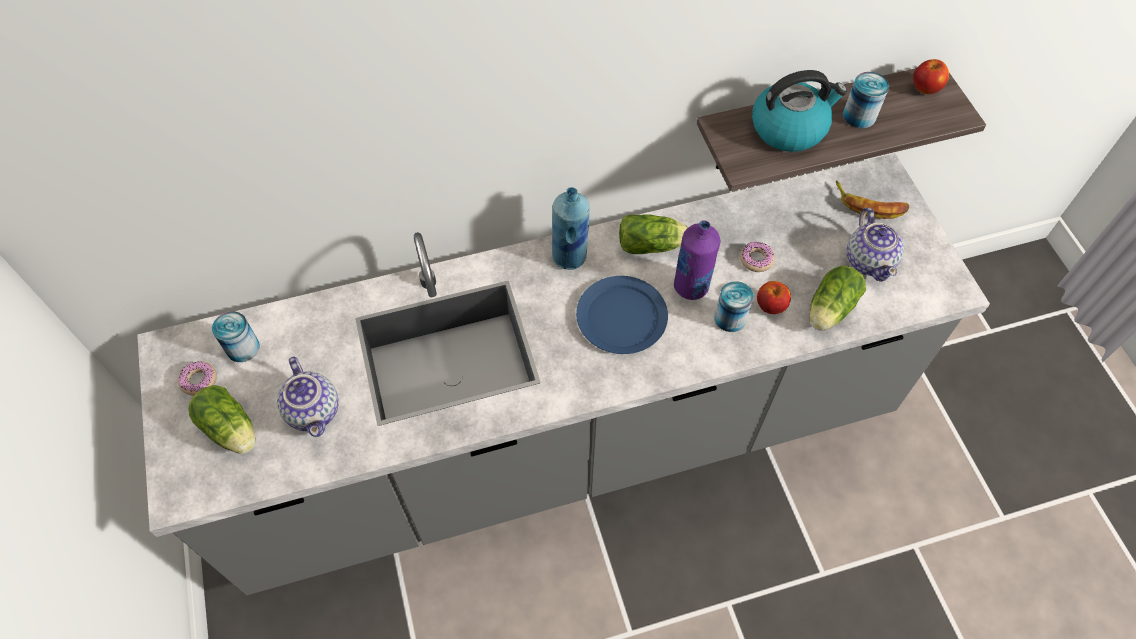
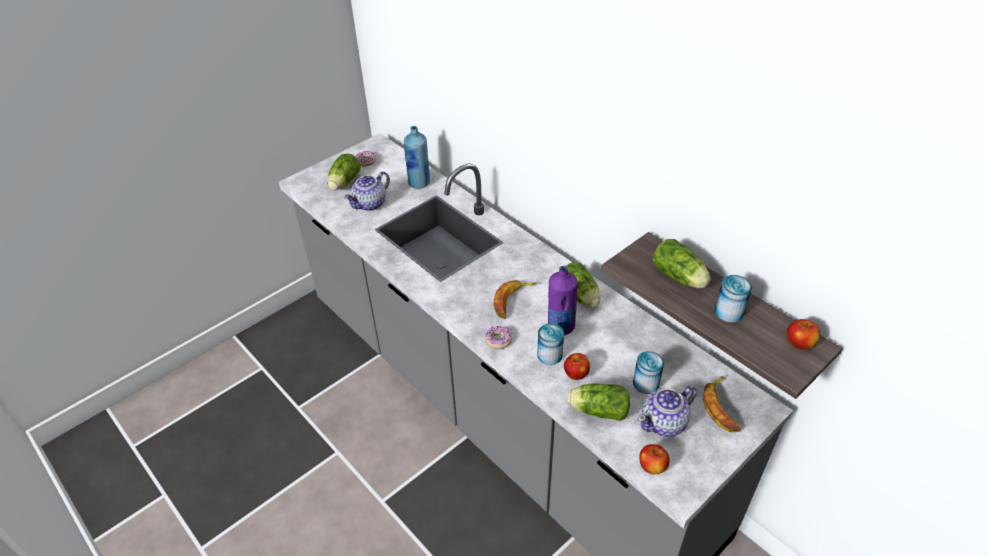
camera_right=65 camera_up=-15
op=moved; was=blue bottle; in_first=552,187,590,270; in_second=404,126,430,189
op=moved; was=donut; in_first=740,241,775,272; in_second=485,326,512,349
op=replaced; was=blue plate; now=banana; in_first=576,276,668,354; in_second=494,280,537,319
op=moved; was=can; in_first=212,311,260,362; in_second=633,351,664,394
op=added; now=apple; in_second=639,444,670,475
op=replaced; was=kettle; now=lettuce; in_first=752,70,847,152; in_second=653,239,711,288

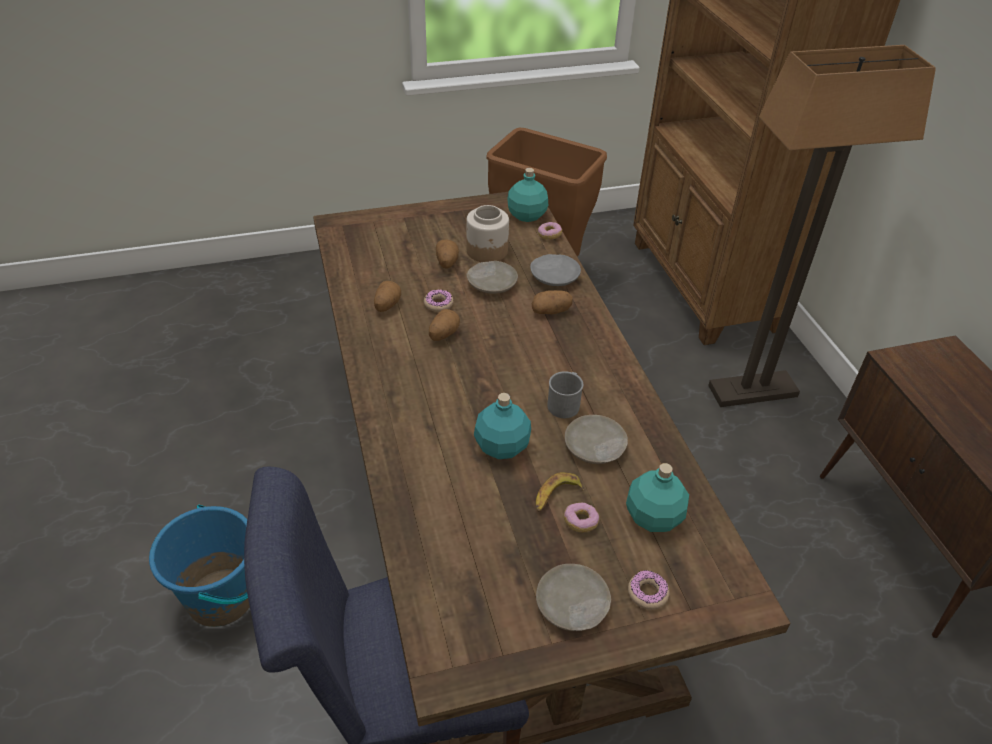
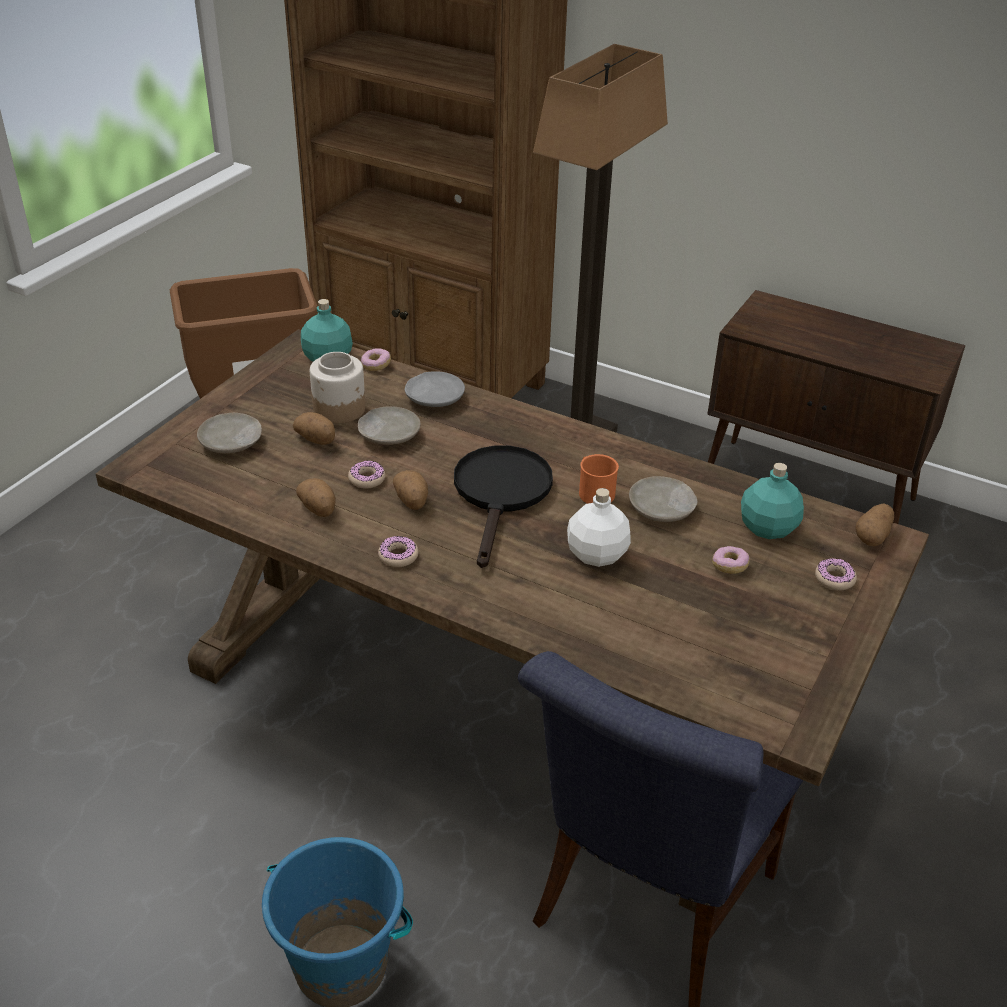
camera_right=-45 camera_up=-5
op=moved; was=beige plate; in_first=536,564,611,631; in_second=197,413,262,454
op=added; now=donut; in_second=378,536,418,567
op=added; now=black frying pan; in_second=454,445,553,568
op=recoloured; was=turquoise bottle; now=white bottle; in_first=474,393,531,459; in_second=567,488,631,567
op=recoloured; was=grey mug; now=orange mug; in_first=547,371,583,418; in_second=579,454,619,504
op=moved; was=potato; in_first=532,290,573,314; in_second=855,503,894,546
op=removed; was=banana; in_first=536,472,584,512

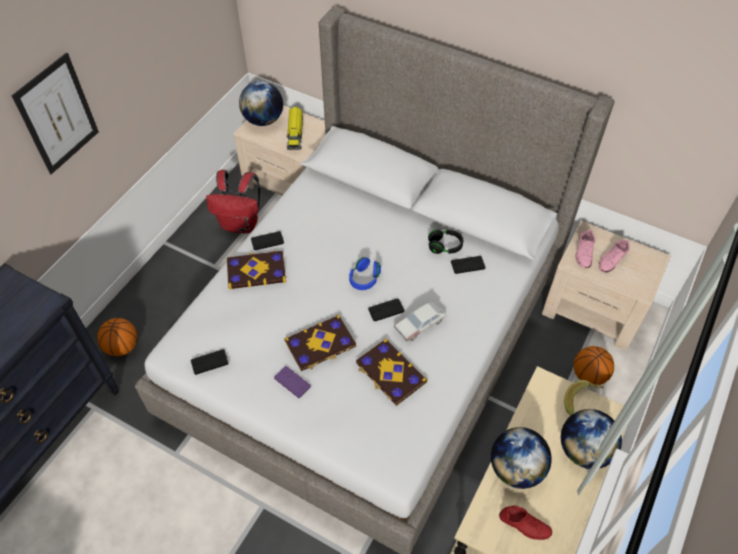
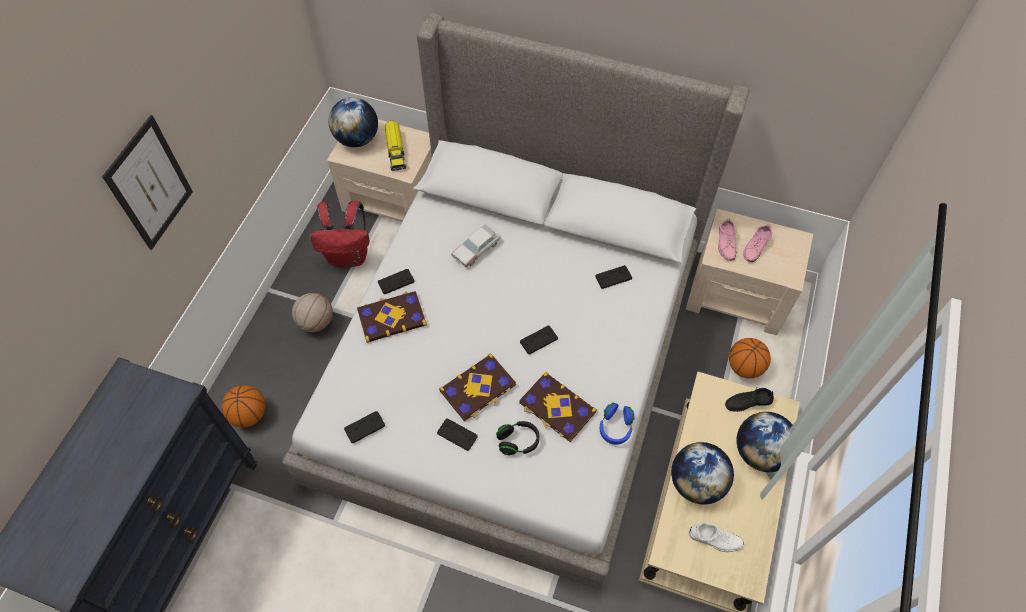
camera_right=-10 camera_up=5
op=added; now=basketball; in_second=292,293,333,333
op=recoloured; was=purple game controller; now=black game controller; in_first=274,366,311,398; in_second=437,418,478,451
op=moved; was=toy car; in_first=394,300,446,342; in_second=451,225,501,268
op=moved; was=black headphones; in_first=428,229,463,254; in_second=496,421,539,455
op=moved; was=blue headphones; in_first=349,257,381,290; in_second=600,403,635,445
op=recoloured; was=red shoe; now=white shoe; in_first=499,505,552,540; in_second=689,522,744,552
op=replaced; was=banana; now=black shoe; in_first=564,380,604,415; in_second=725,388,774,412

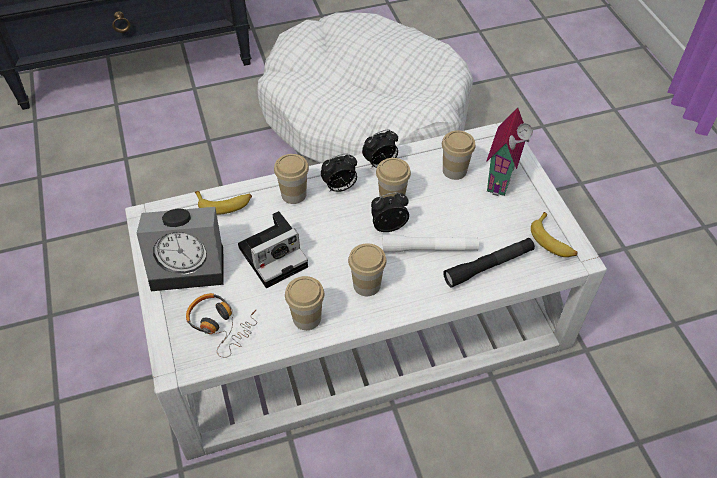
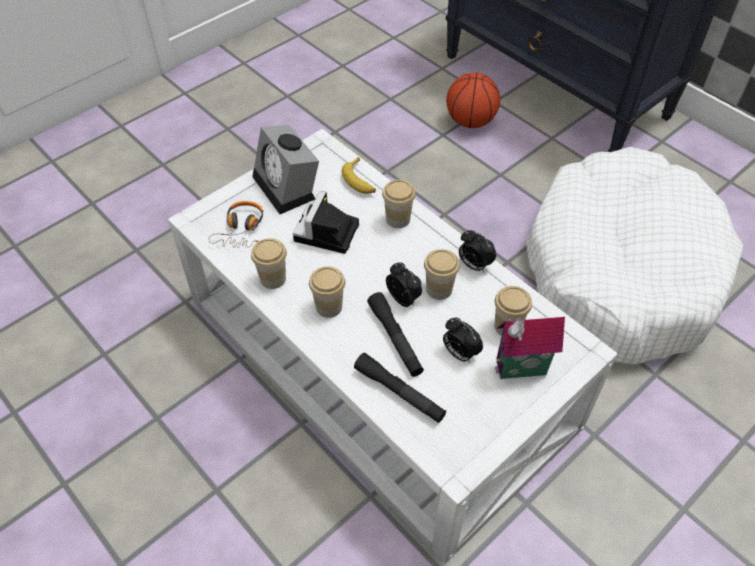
camera_right=65 camera_up=0
op=turned; was=photo camera; in_first=238,211,308,288; in_second=293,191,359,254; clockwise=75
op=recoloured; was=white flashlight; now=black flashlight; in_first=382,234,479,252; in_second=367,292,424,377
op=moved; was=alarm clock; in_first=321,154,357,192; in_second=443,318,483,363
op=added; now=basketball; in_second=446,73,501,128
op=removed; was=banana; in_first=531,212,577,257

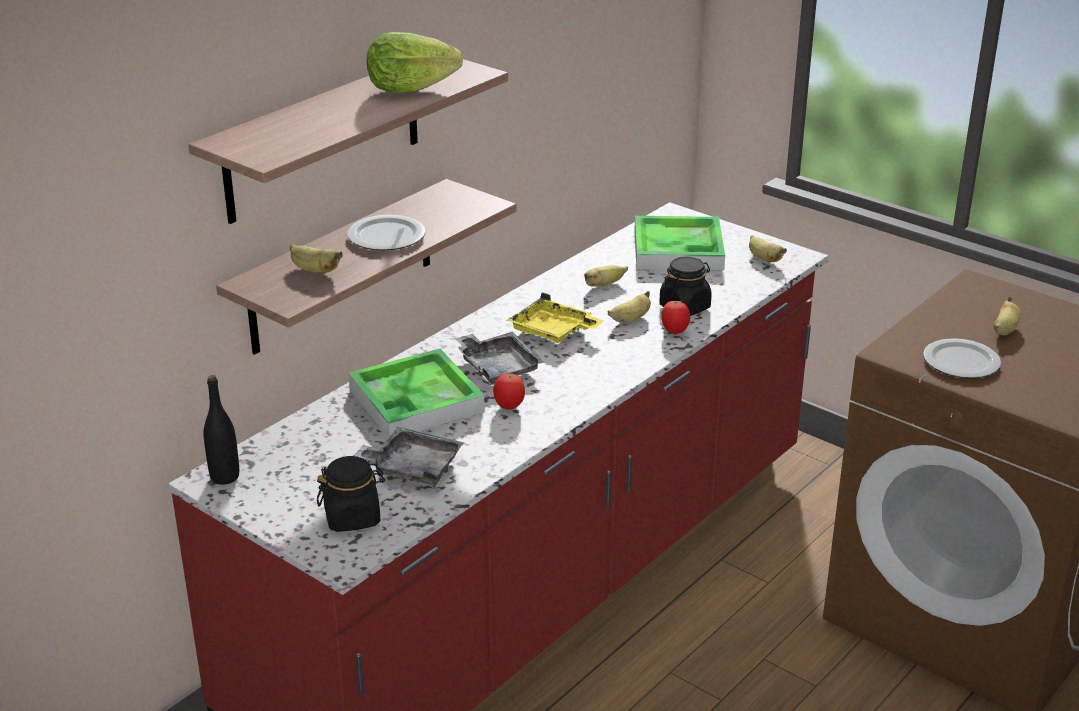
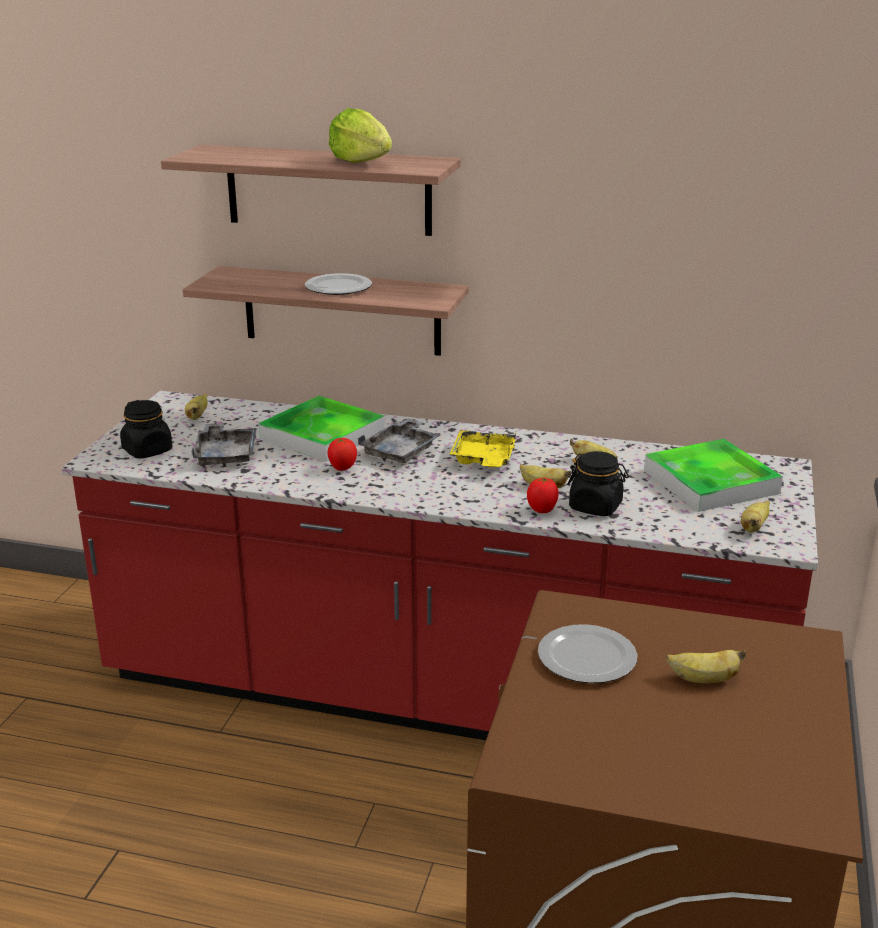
camera_right=65 camera_up=-5
op=moved; was=banana; in_first=290,244,343,273; in_second=185,394,208,420
op=removed; was=black bottle; in_first=204,375,239,485

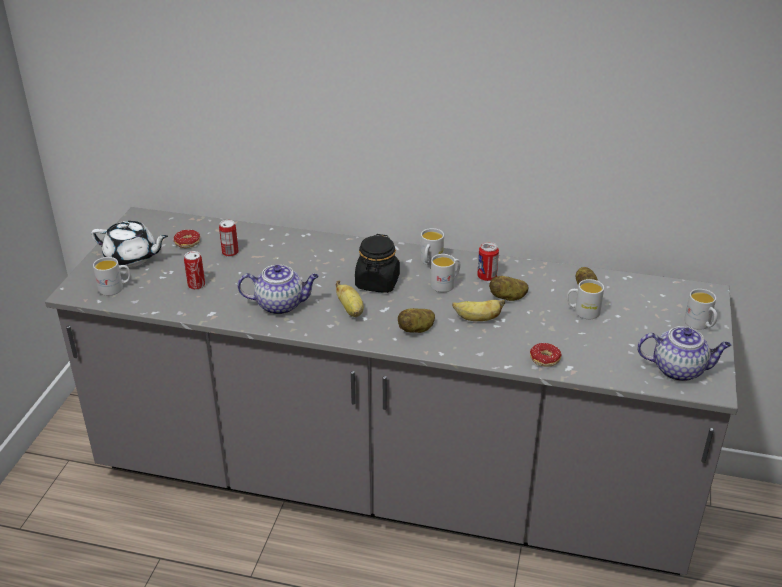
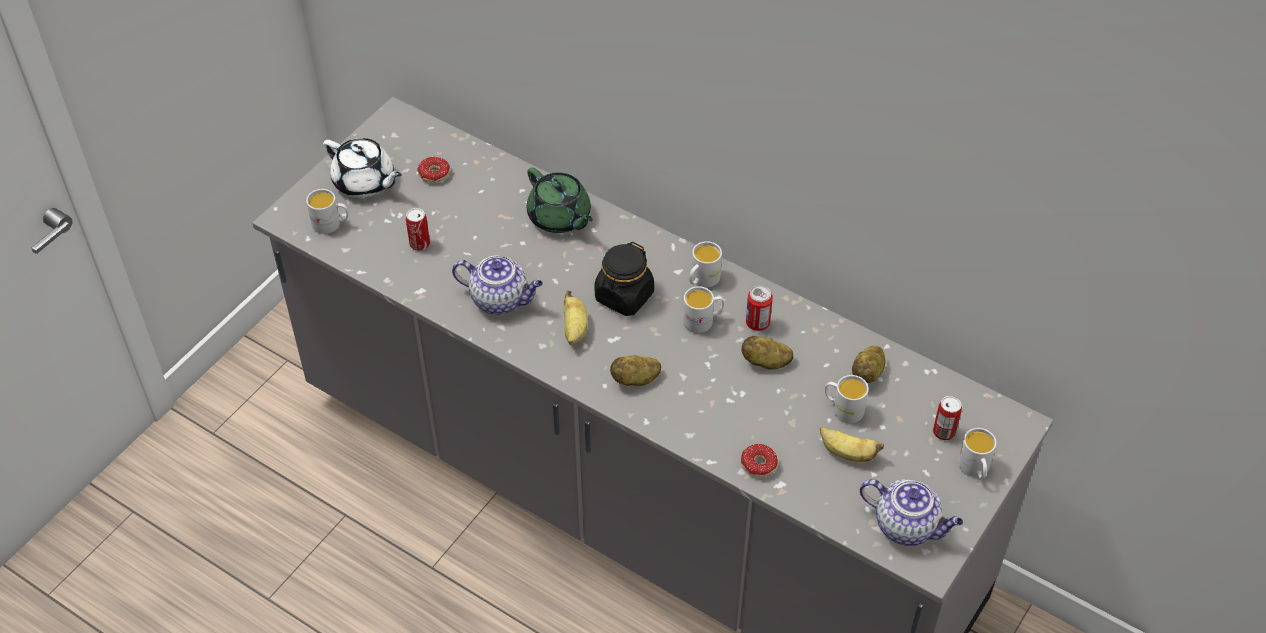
camera_right=20 camera_up=15
op=added; now=green teapot; in_second=527,167,593,233
op=moved; was=banana; in_first=452,300,505,321; in_second=820,427,884,462
op=moved; was=can; in_first=219,220,239,257; in_second=933,396,962,440

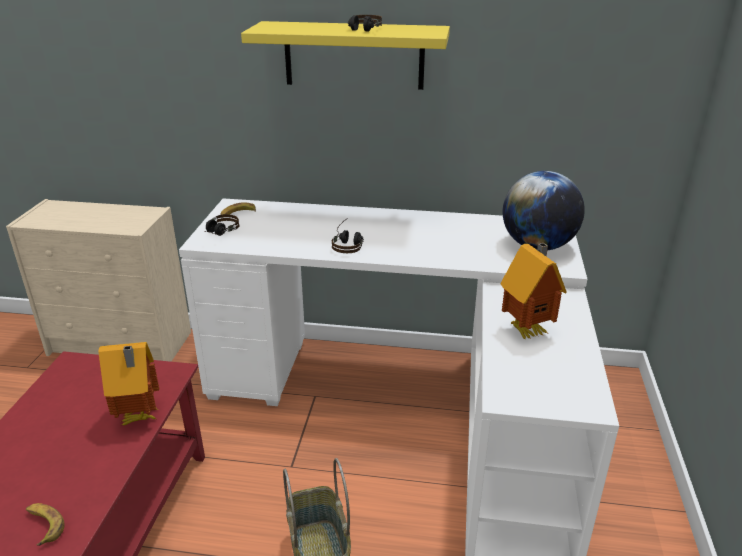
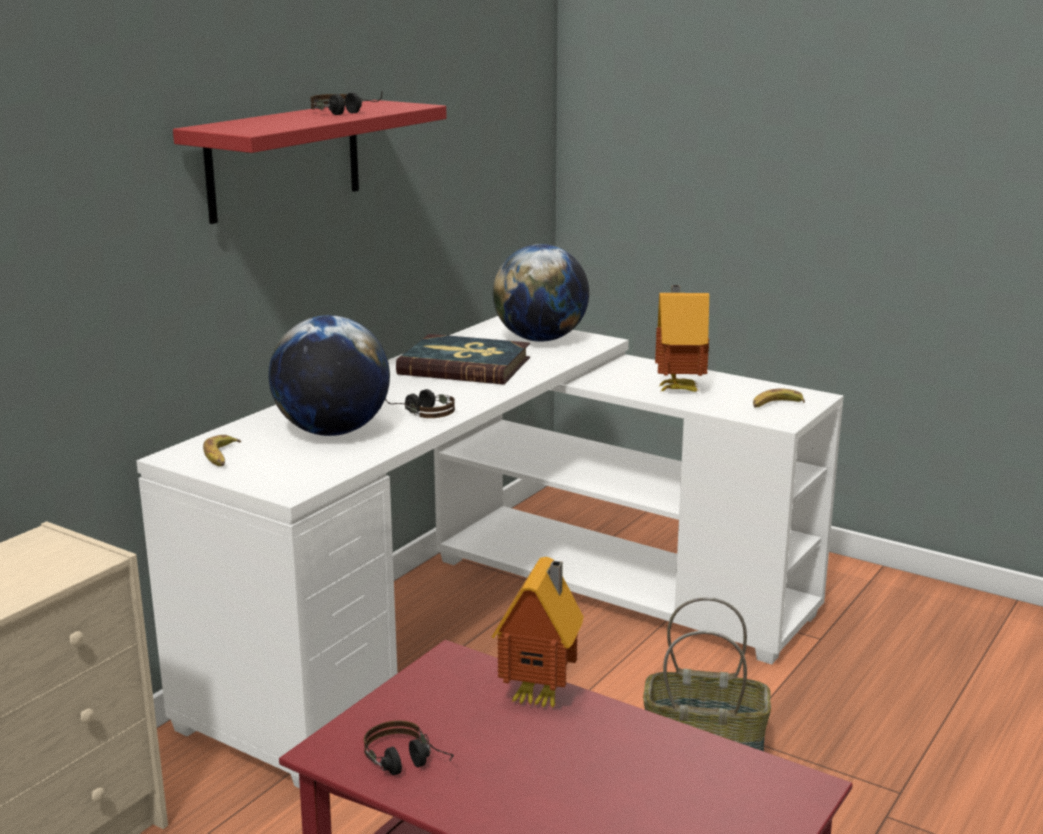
camera_right=-65 camera_up=-10
op=recoloured; was=yellow shelf; now=red shelf; in_first=241,21,450,90; in_second=173,100,447,224
op=added; now=globe; in_second=269,315,390,436
op=moved; was=headphones; in_first=205,214,239,236; in_second=364,720,454,775
op=added; now=book; in_second=396,334,530,385
op=moved; was=banana; in_first=26,503,65,546; in_second=753,389,805,407

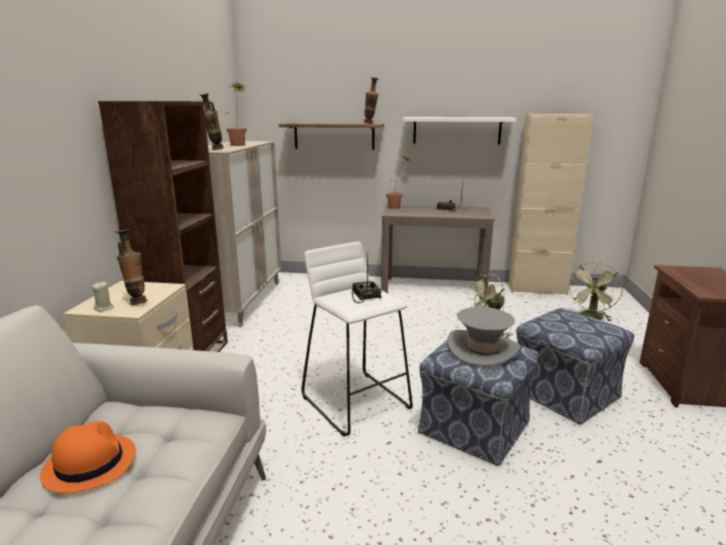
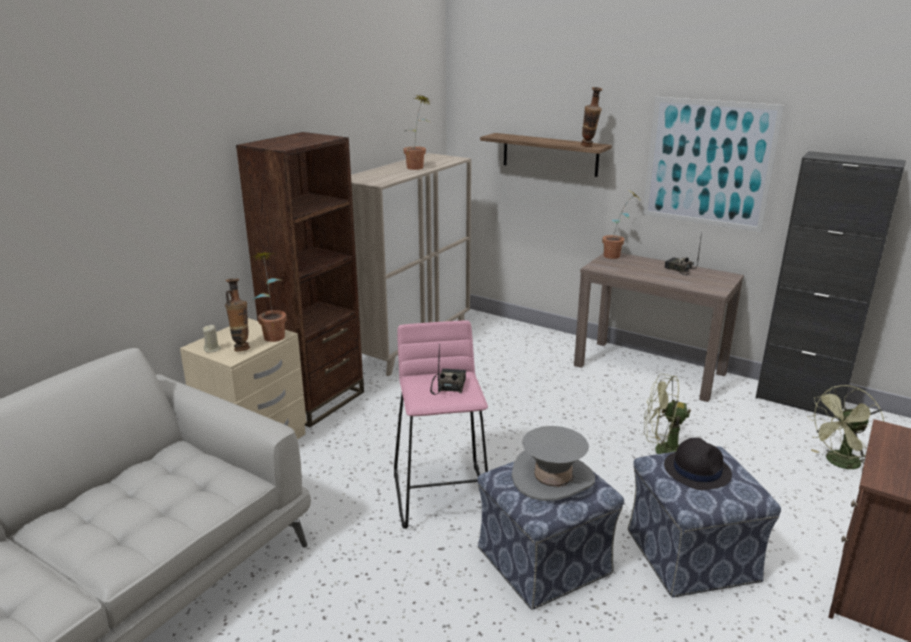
camera_right=25 camera_up=5
op=added; now=potted plant; in_second=249,251,287,342
op=recoloured; was=white stool; now=pink stool; in_first=301,242,413,437; in_second=394,320,488,529
op=replaced; was=white shelf; now=picture; in_first=403,117,517,144; in_second=643,97,785,232
op=added; now=black hat; in_second=664,438,732,490
op=recoloured; was=beige cabinet; now=black cabinet; in_first=508,114,594,295; in_second=756,151,906,420
op=removed; was=orange hat; in_first=40,421,136,493
op=removed; was=vase; in_first=200,93,224,150

